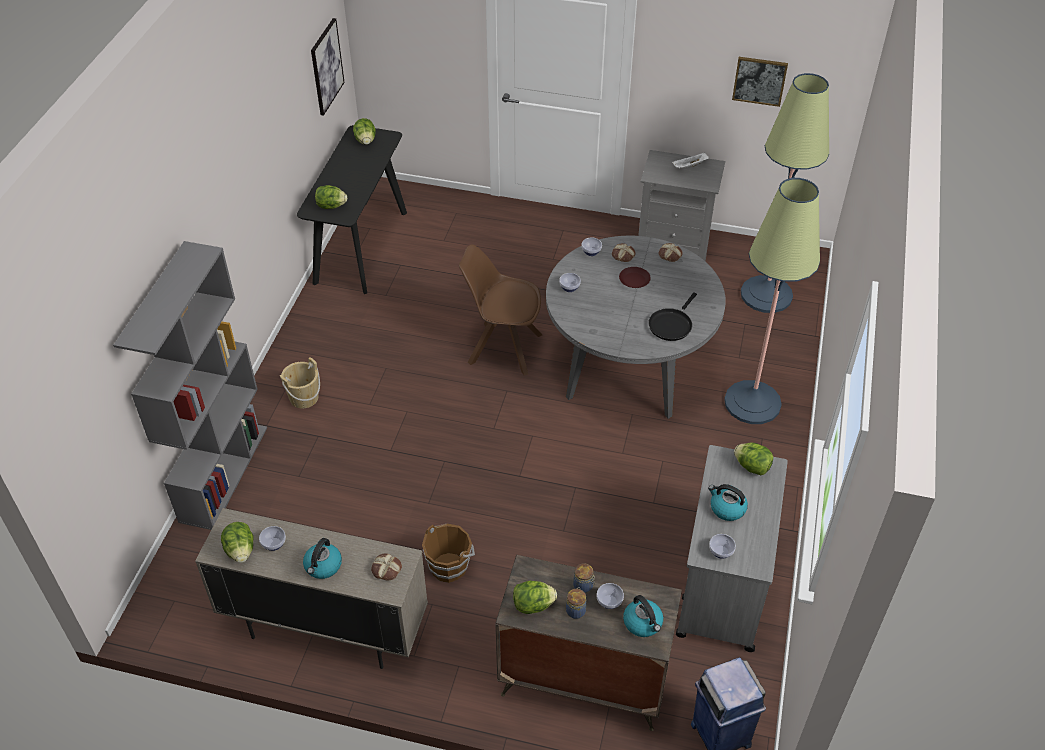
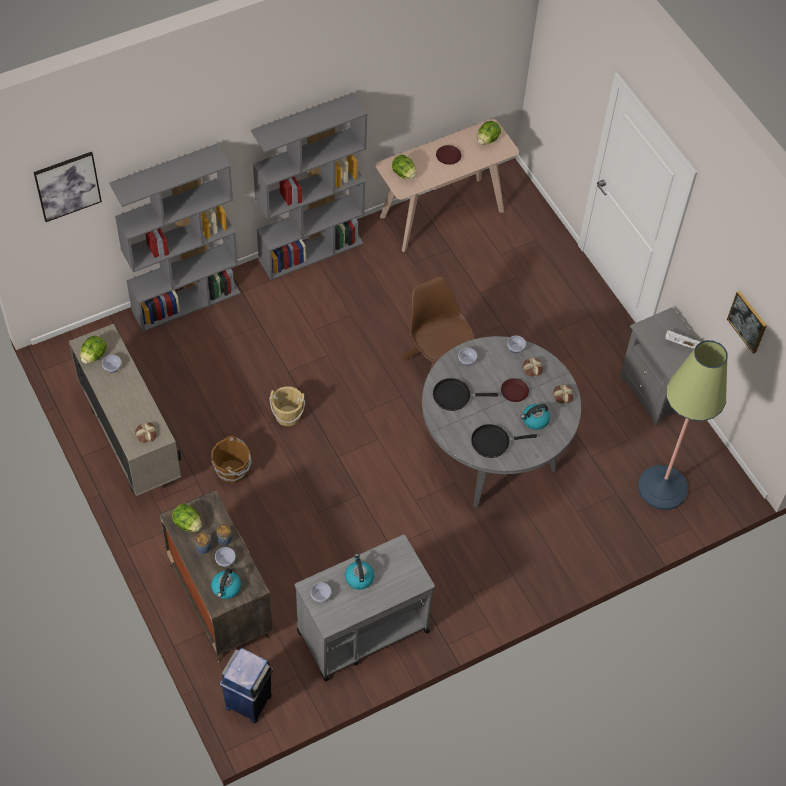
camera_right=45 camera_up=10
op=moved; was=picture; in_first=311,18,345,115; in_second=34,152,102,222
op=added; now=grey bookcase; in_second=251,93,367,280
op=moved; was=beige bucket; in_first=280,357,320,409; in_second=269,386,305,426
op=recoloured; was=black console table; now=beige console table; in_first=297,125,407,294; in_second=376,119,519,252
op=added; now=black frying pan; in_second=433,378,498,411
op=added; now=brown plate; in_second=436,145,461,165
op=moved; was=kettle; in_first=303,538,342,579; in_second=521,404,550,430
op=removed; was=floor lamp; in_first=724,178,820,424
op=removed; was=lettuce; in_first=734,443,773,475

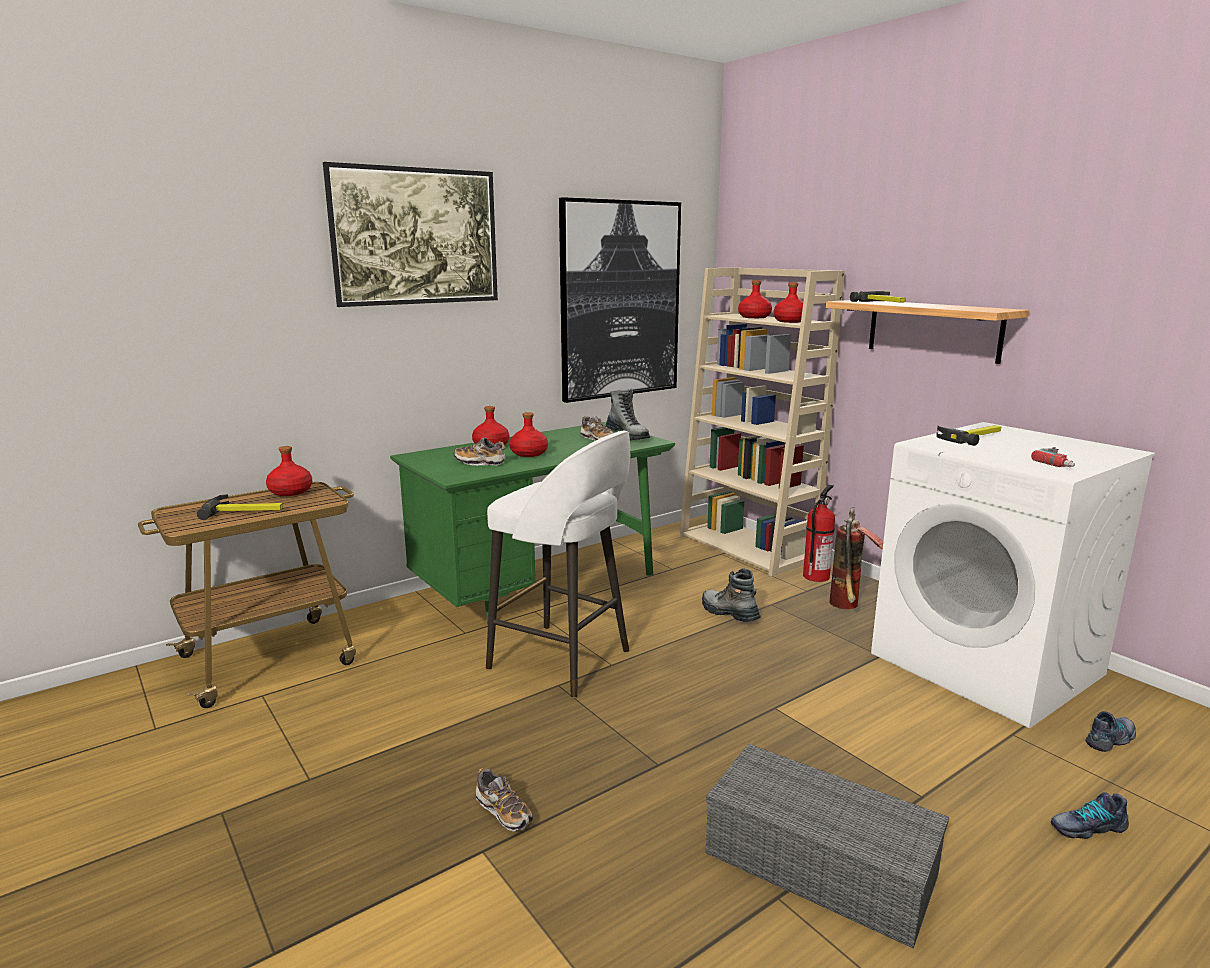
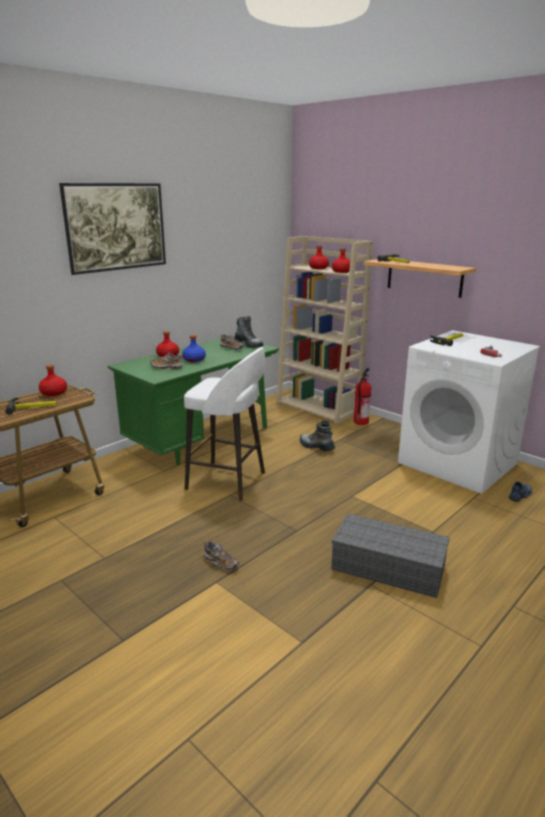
camera_right=-10 camera_up=5
op=recoloured; was=red bottle; now=blue bottle; in_first=509,412,548,457; in_second=182,335,206,362
op=removed; was=picture; in_first=559,197,681,403
op=removed; was=fire extinguisher; in_first=829,507,883,609
op=removed; was=shoe; in_first=1051,792,1129,839

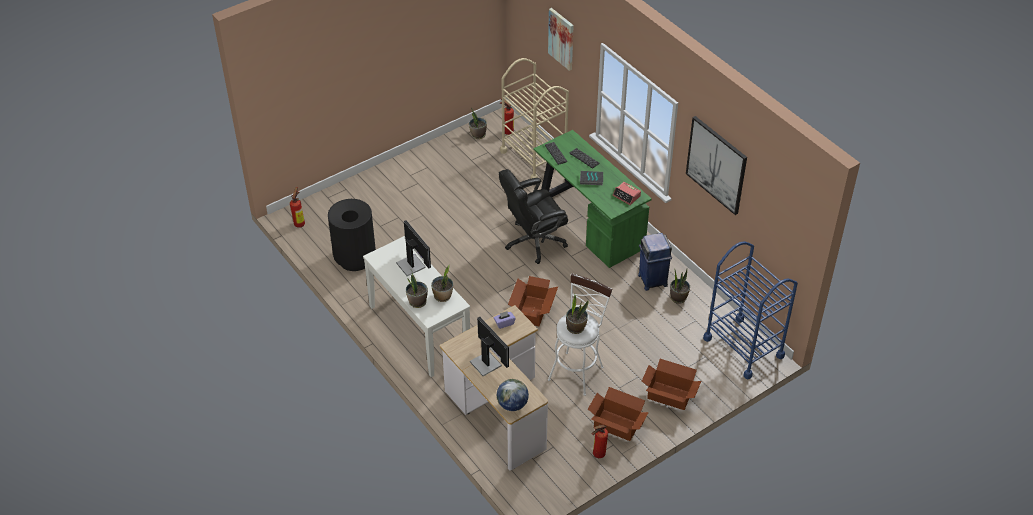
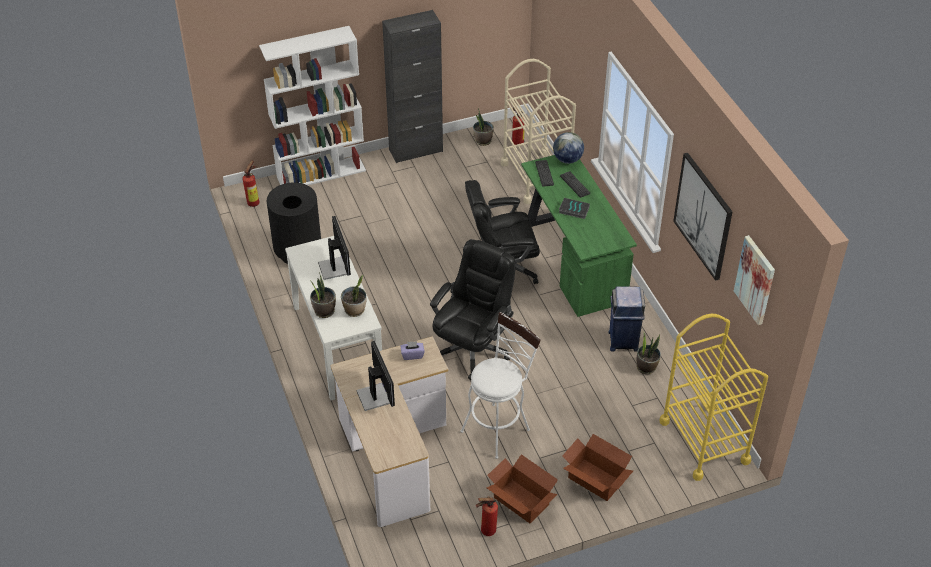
camera_right=15 camera_up=0
op=added; now=white bookcase; in_second=259,26,366,185
op=added; now=black cabinet; in_second=382,10,443,163
op=replaced; was=cardboard box; now=black office chair; in_first=508,276,558,326; in_second=430,239,515,380
op=moved; was=globe; in_first=497,379,529,411; in_second=553,132,584,164
op=recoloured; was=blue cart; now=yellow cart; in_first=703,241,798,379; in_second=659,314,768,481
op=moved; was=picture; in_first=548,8,574,71; in_second=734,235,775,325
op=removed; was=potted plant; in_first=566,293,588,334
op=removed; was=alarm clock; in_first=613,182,641,205

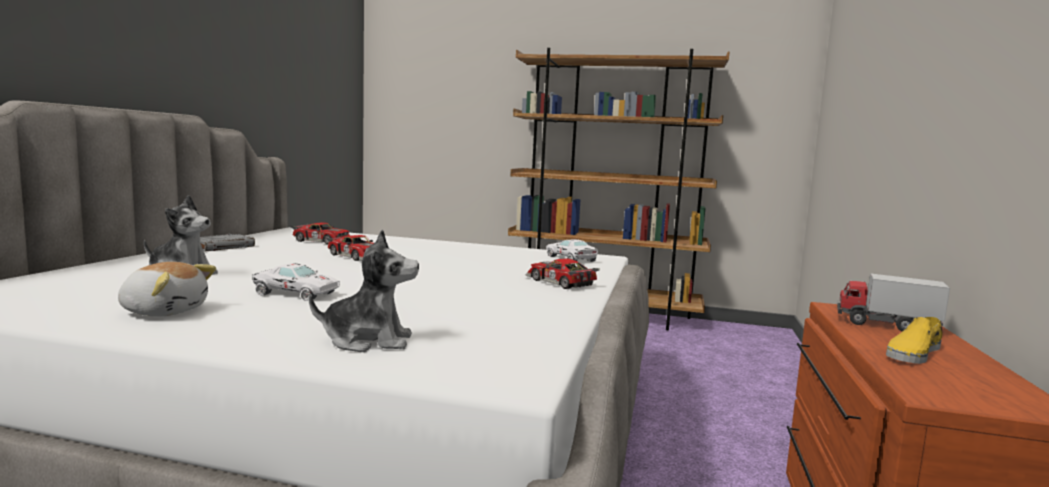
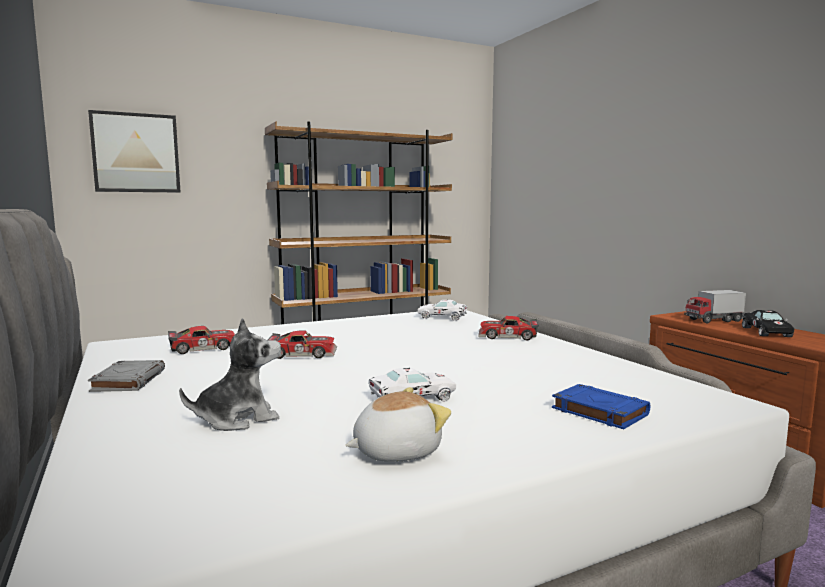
camera_right=-40 camera_up=0
op=added; now=picture; in_second=88,110,181,193
op=replaced; was=plush toy; now=blue book; in_first=309,229,419,352; in_second=552,384,650,429
op=replaced; was=yellow shoe; now=black toy car; in_first=886,317,943,364; in_second=742,310,794,337

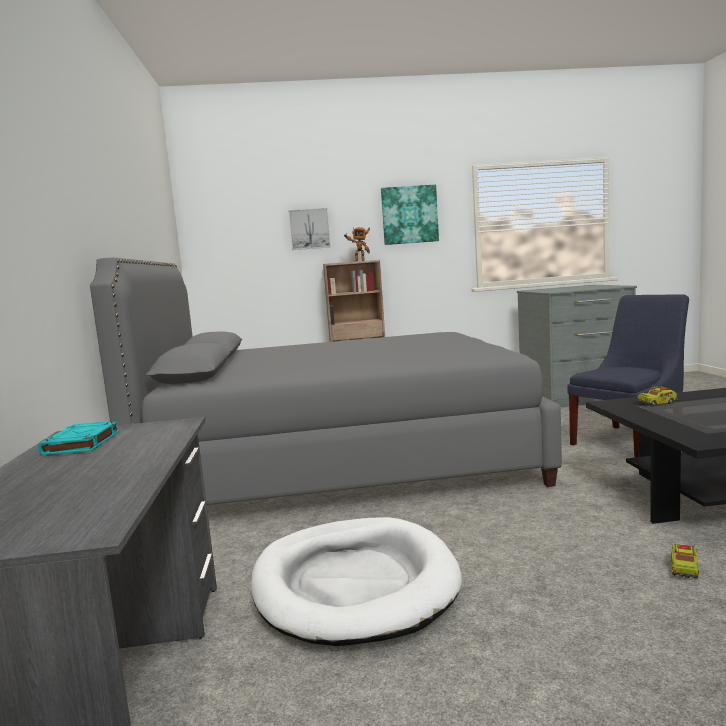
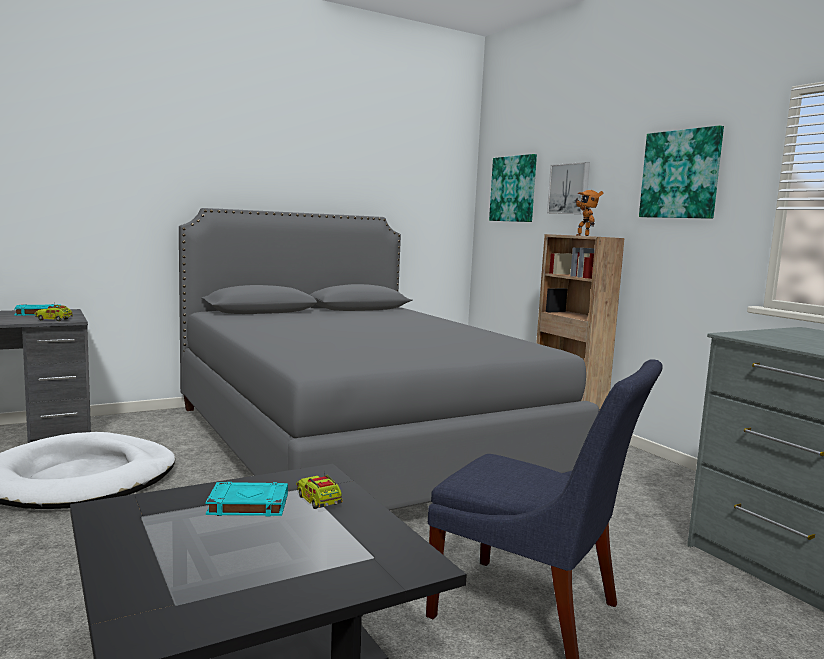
camera_right=65 camera_up=0
op=moved; was=toy truck; in_first=671,544,699,579; in_second=34,305,73,321
op=added; now=turquoise book; in_second=206,482,288,516
op=added; now=picture; in_second=489,154,537,222

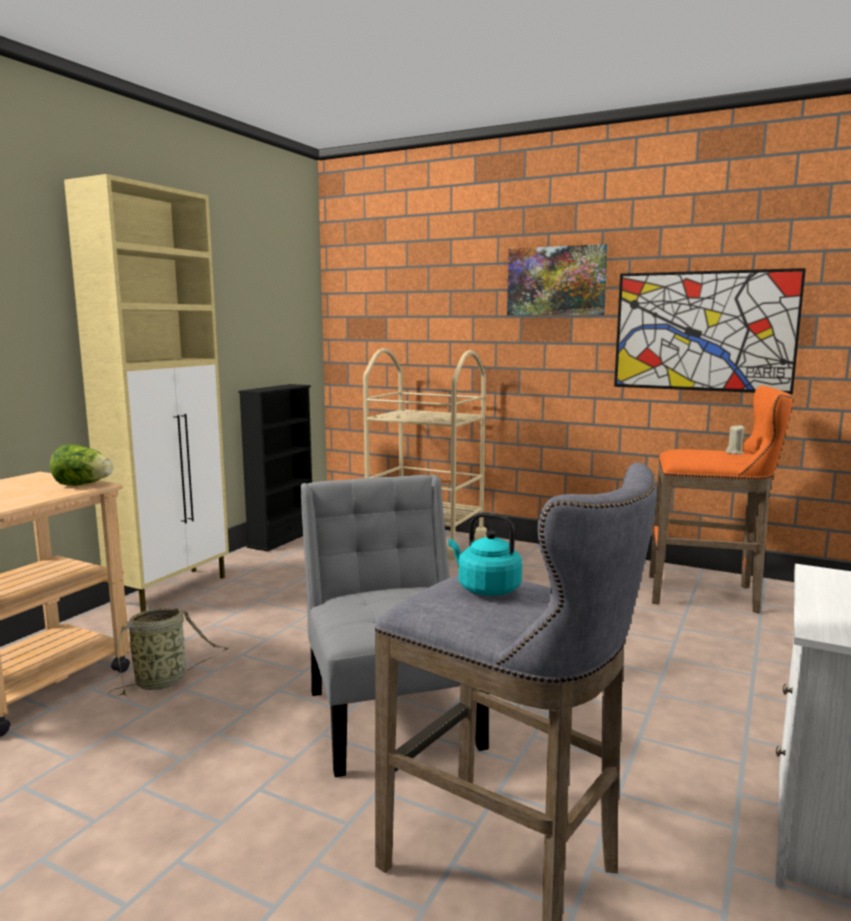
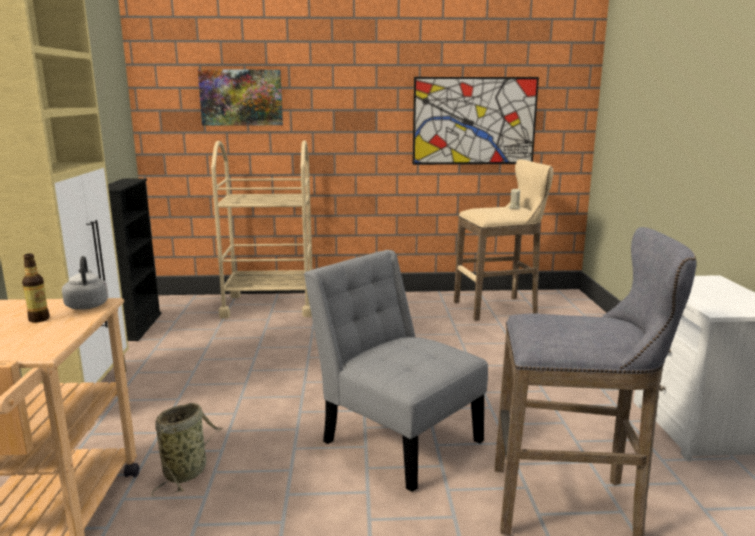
camera_right=-30 camera_up=5
op=added; now=bottle; in_second=22,254,50,323
op=replaced; was=lettuce; now=grey kettle; in_first=50,445,113,486; in_second=62,256,108,310
op=moved; was=picture; in_first=507,244,608,315; in_second=198,70,283,126
op=recoloured; was=orange stool; now=beige stool; in_first=649,386,793,614; in_second=454,159,553,321
op=removed; was=turquoise kettle; in_first=448,512,522,596

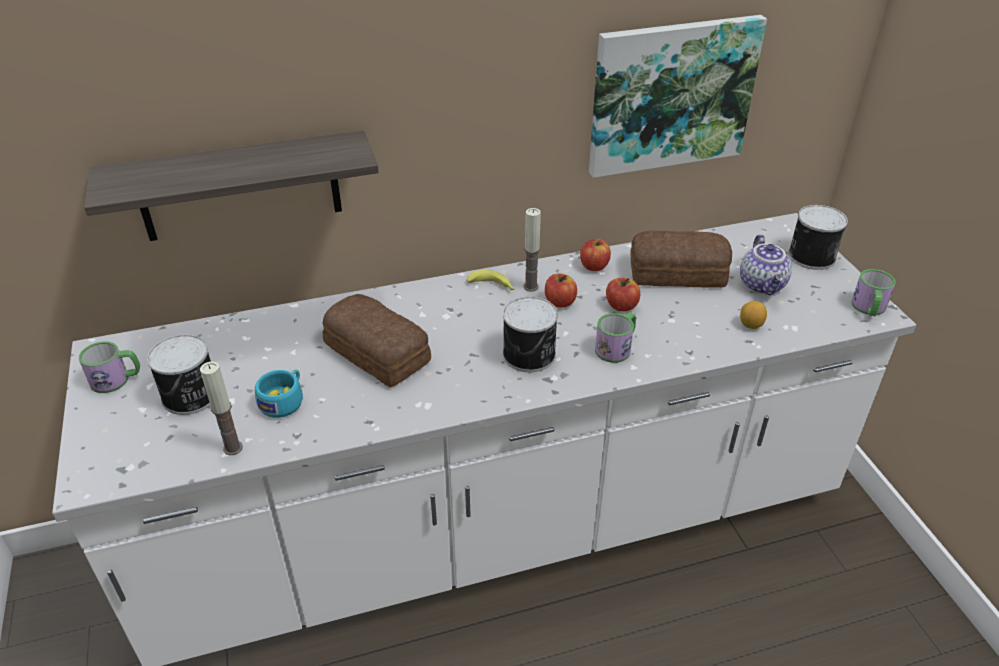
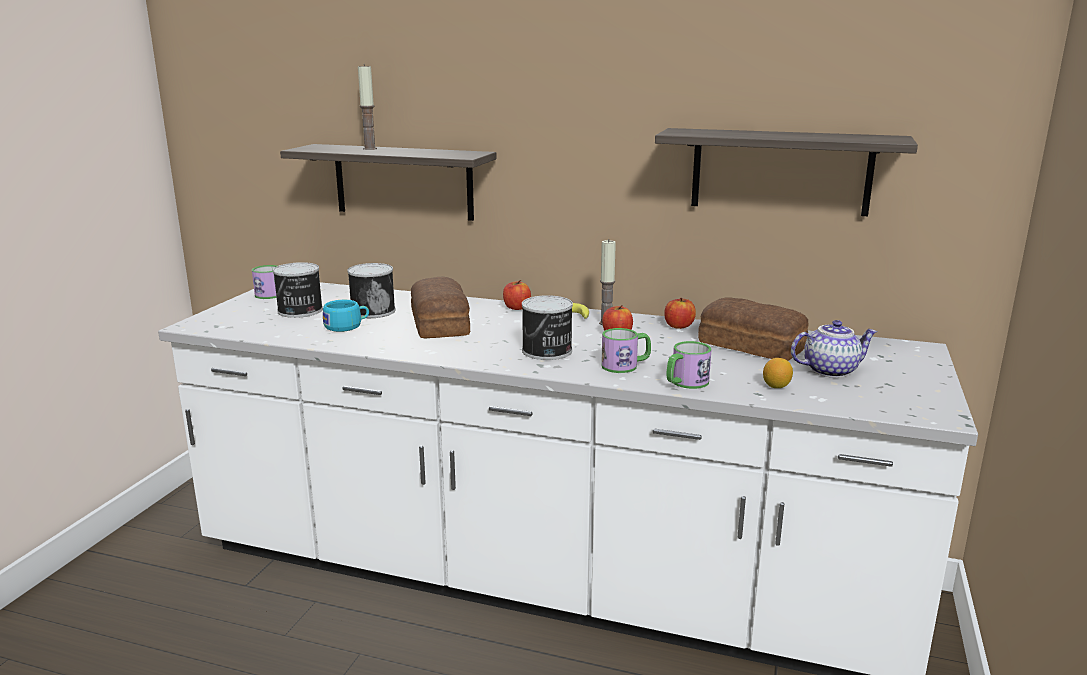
camera_right=35 camera_up=-20
op=moved; was=can; in_first=788,205,848,270; in_second=347,263,395,318
op=moved; was=candle; in_first=200,361,243,455; in_second=358,64,377,150
op=moved; was=apple; in_first=606,278,640,311; in_second=503,280,531,310
op=replaced; was=picture; now=shelf; in_first=589,15,767,178; in_second=655,128,918,216
op=moved; was=mug; in_first=851,269,896,316; in_second=667,341,712,389
op=turned; was=teapot; in_first=740,234,792,295; in_second=791,320,877,378; clockwise=-135

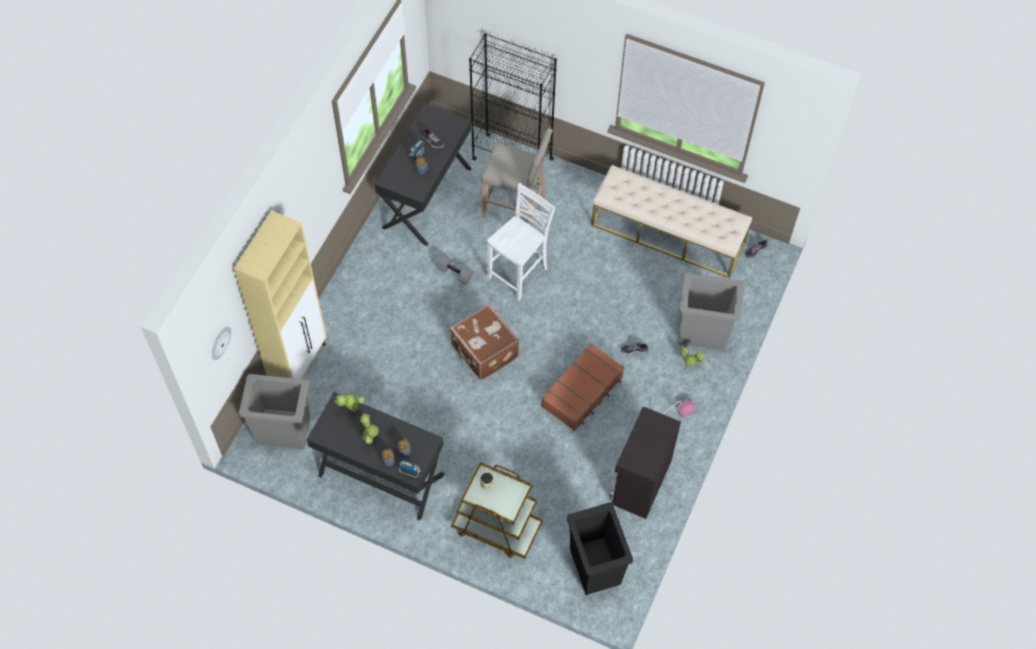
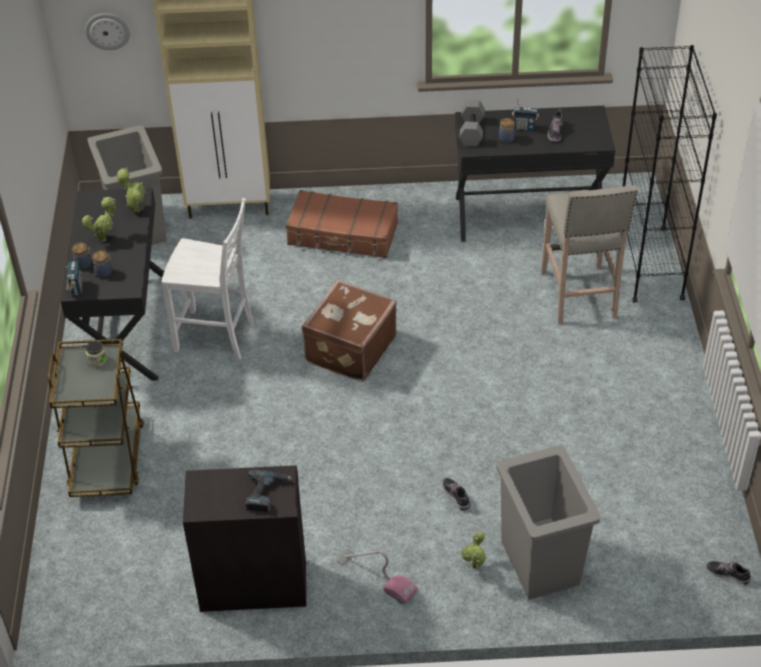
camera_right=65 camera_up=-15
op=moved; was=white chair; in_first=487,183,555,301; in_second=162,198,254,360
op=added; now=power drill; in_second=246,469,293,512
op=moved; was=brown suitcase; in_first=541,344,624,431; in_second=286,190,398,258
op=moved; was=grey dumbbell; in_first=436,255,473,285; in_second=459,100,485,146
op=removed; was=black trash can; in_first=567,502,633,595
op=removed; was=beige bench; in_first=591,165,752,278

